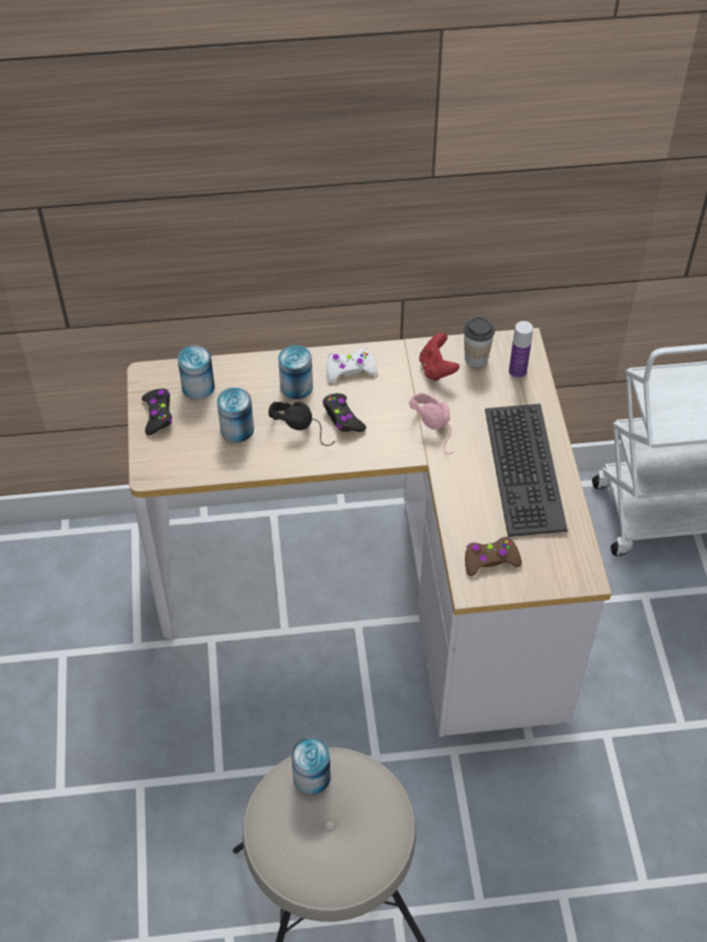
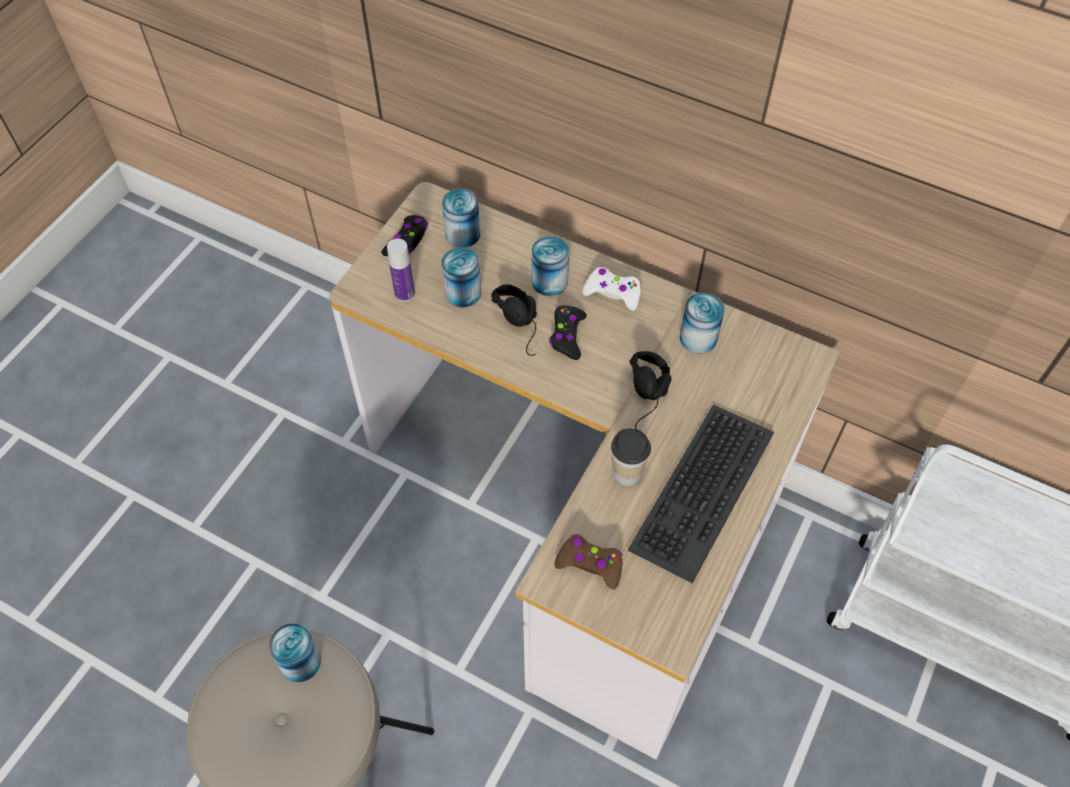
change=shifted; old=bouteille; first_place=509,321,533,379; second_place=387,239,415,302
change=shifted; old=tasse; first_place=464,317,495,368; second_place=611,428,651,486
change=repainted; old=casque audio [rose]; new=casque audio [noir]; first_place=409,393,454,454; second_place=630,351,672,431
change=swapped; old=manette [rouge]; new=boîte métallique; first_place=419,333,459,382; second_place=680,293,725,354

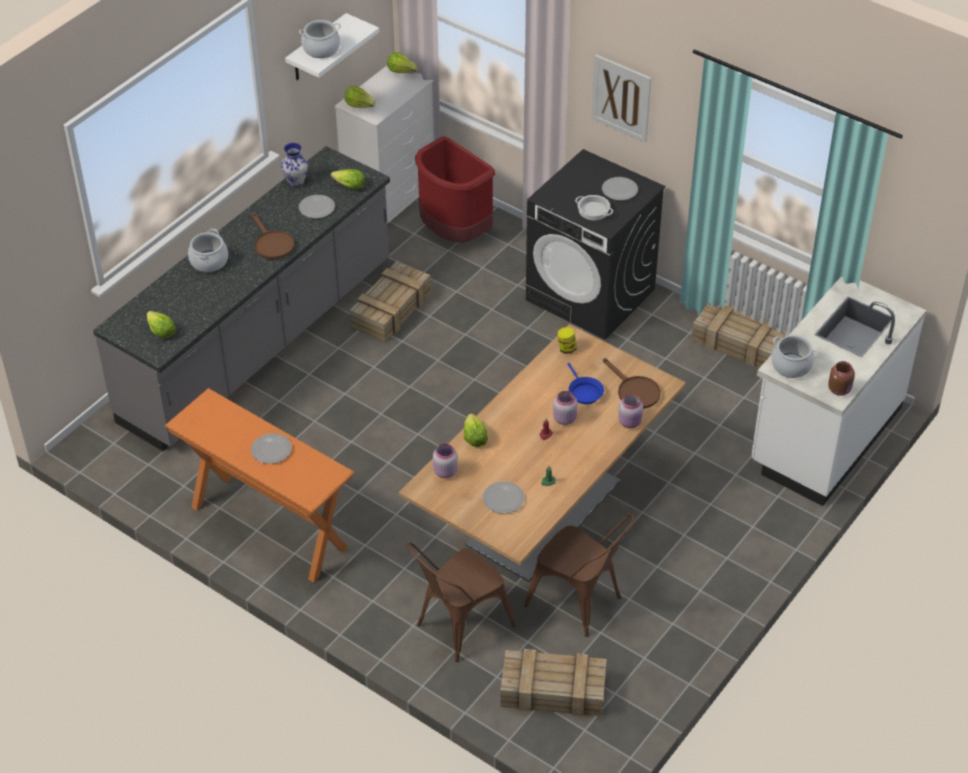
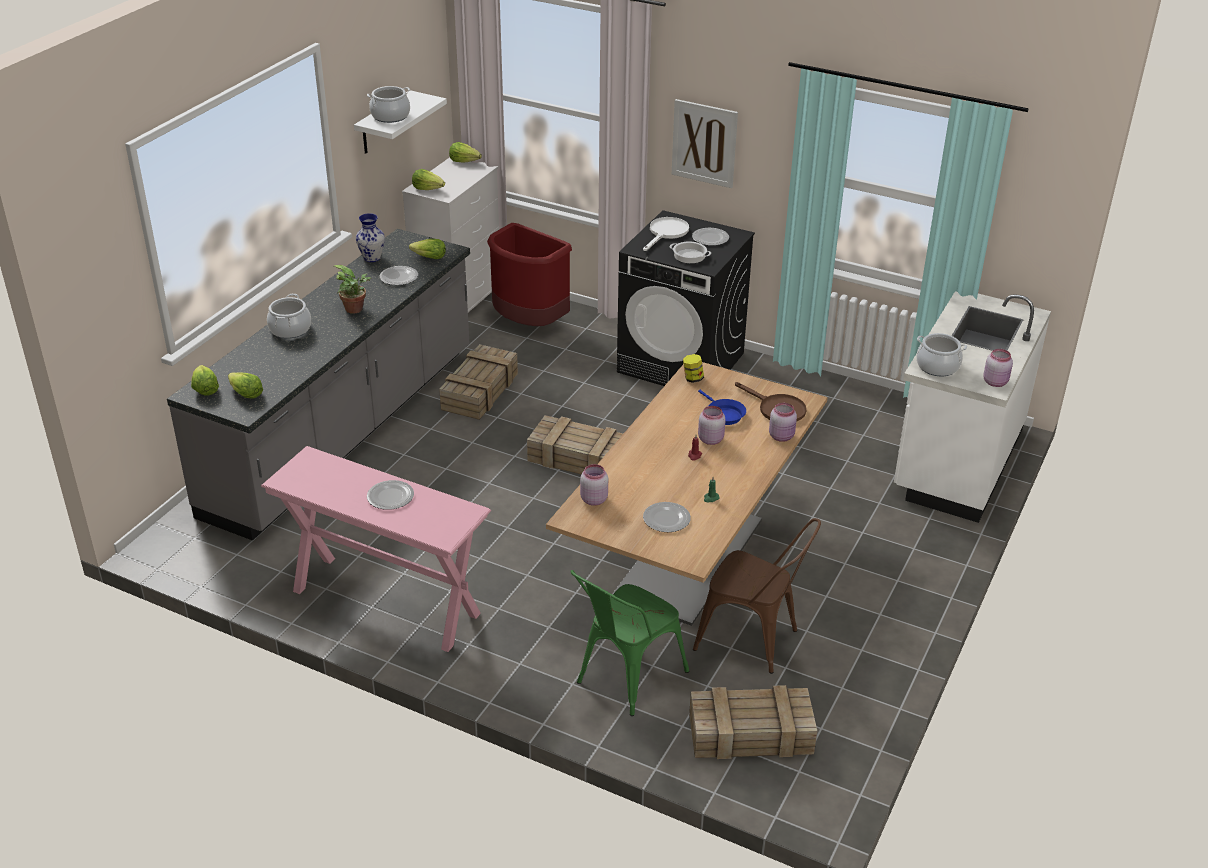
change=shifted; old=laitue; first_place=463,413,488,447; second_place=191,365,219,396
change=repainted; old=table console [orange]; new=table console [rose]; first_place=165,388,355,583; second_place=261,446,491,652
change=swapped; old=poêle [marron]; new=plante en pot; first_place=251,212,294,259; second_place=334,265,371,314
change=shifted; old=caisse; first_place=691,301,786,367; second_place=527,415,623,474
change=repainted; old=chaise [marron]; new=chaise [vert]; first_place=407,542,516,662; second_place=570,570,689,716
change=new; new=poêle [blanc]; second_place=643,217,689,251
change=repainted; old=bocal [marron]; new=bocal [rose]; first_place=828,361,855,396; second_place=983,349,1013,387

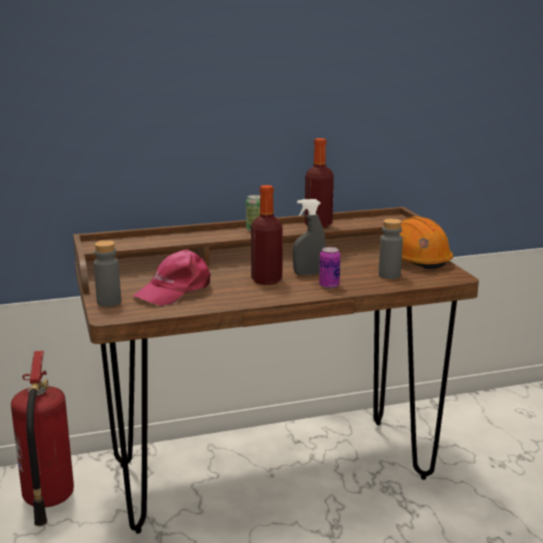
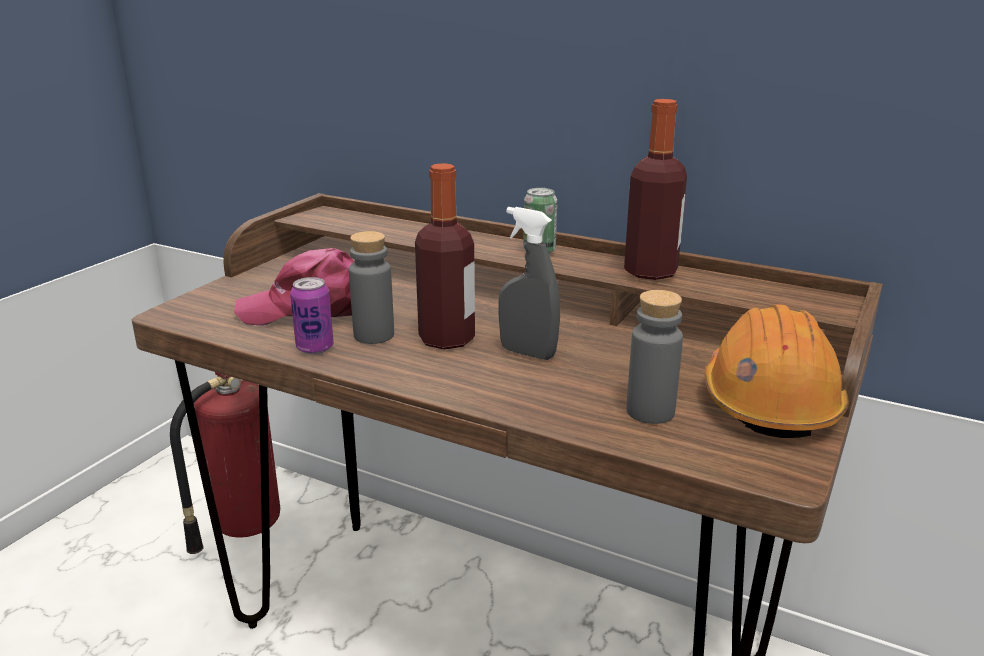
change=shifted; old=boîte métallique; first_place=319,247,340,289; second_place=290,277,334,354
change=shifted; old=bouteille [gris]; first_place=94,240,121,307; second_place=349,231,394,344

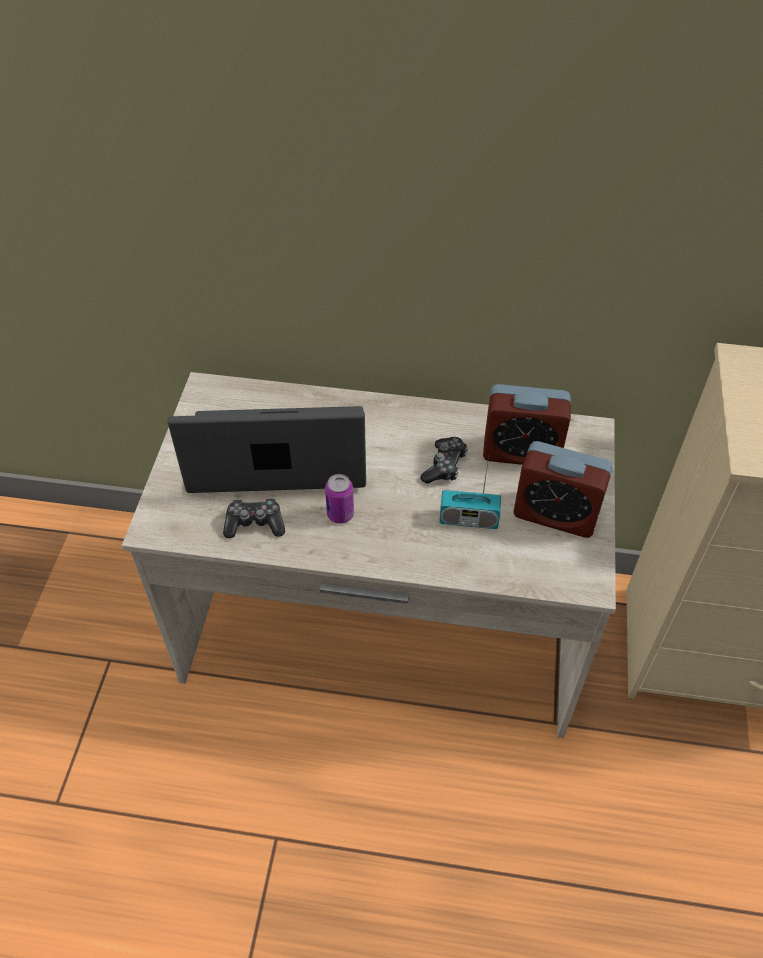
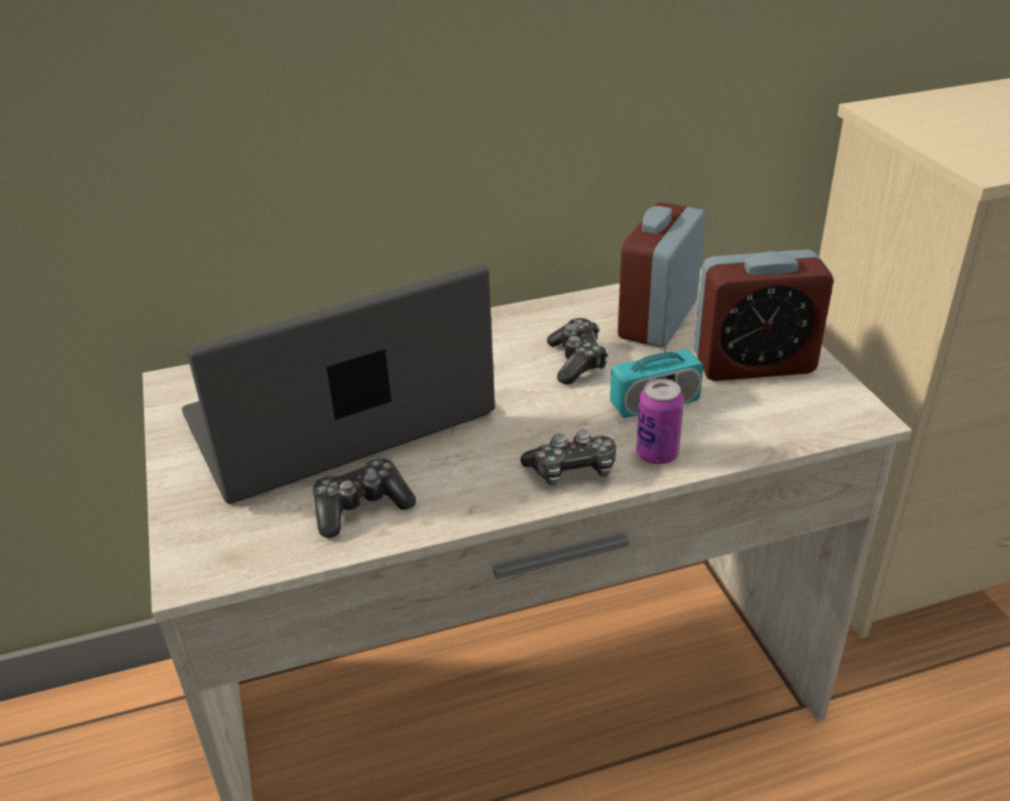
change=new; new=manette; second_place=520,430,616,486
change=rotated; old=réveil; first_place=483,384,571,465; second_place=618,202,705,348; degrees=135
change=shifted; old=boîte métallique; first_place=325,474,354,524; second_place=636,379,684,464

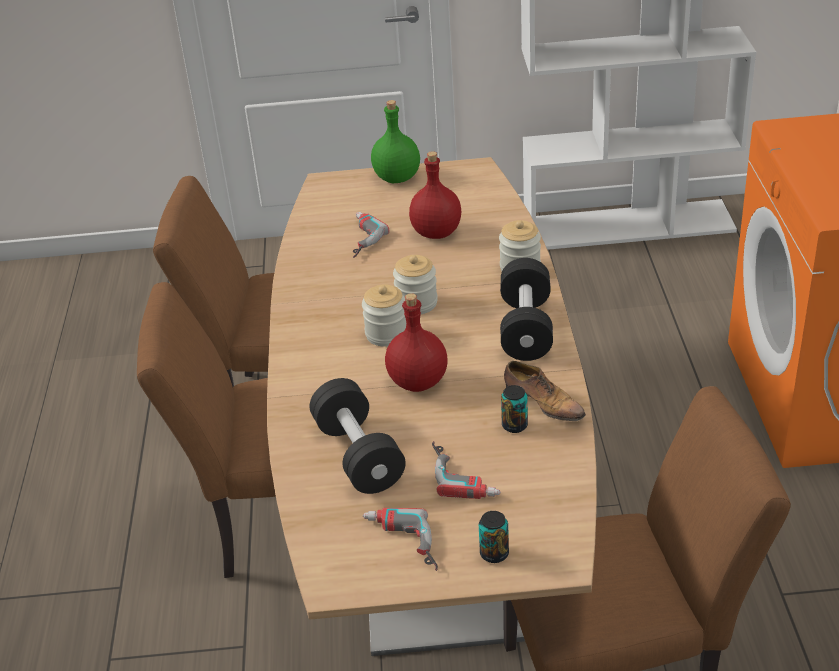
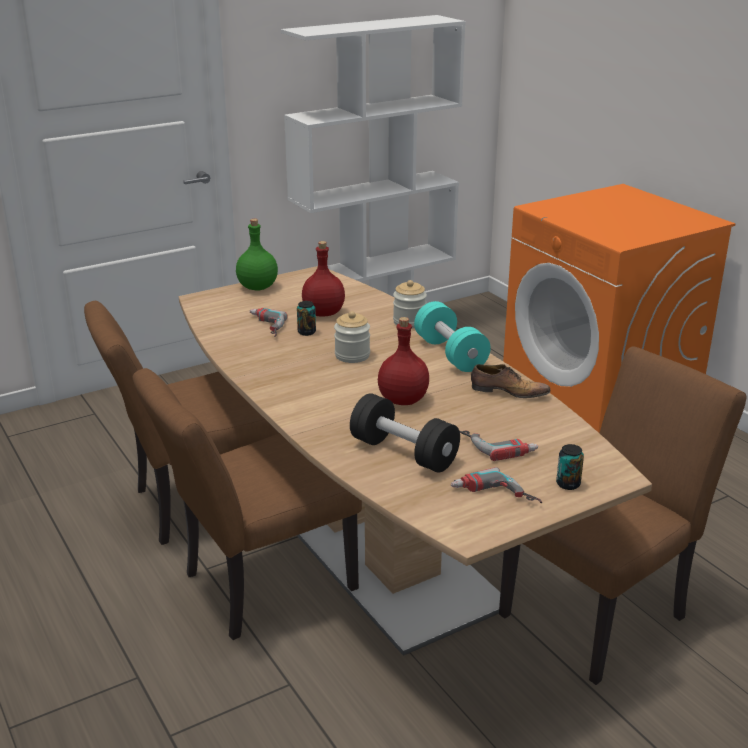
change=shifted; old=boîte métallique; first_place=501,385,528,433; second_place=297,301,316,336
change=repainted; old=haltère [noir]; new=haltère [turquoise]; first_place=500,258,553,361; second_place=414,301,491,372
change=gone; old=bocal; first_place=362,284,406,347

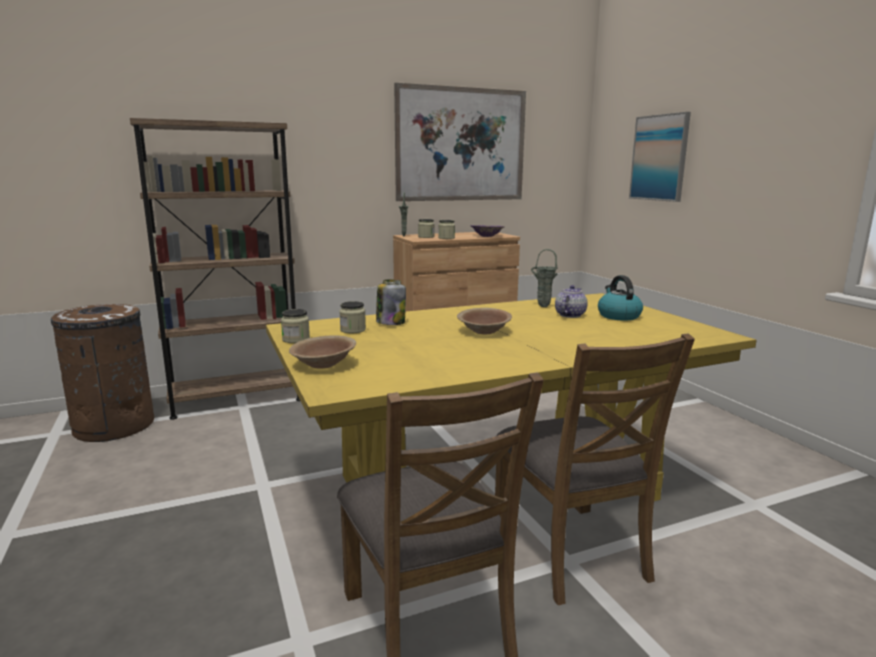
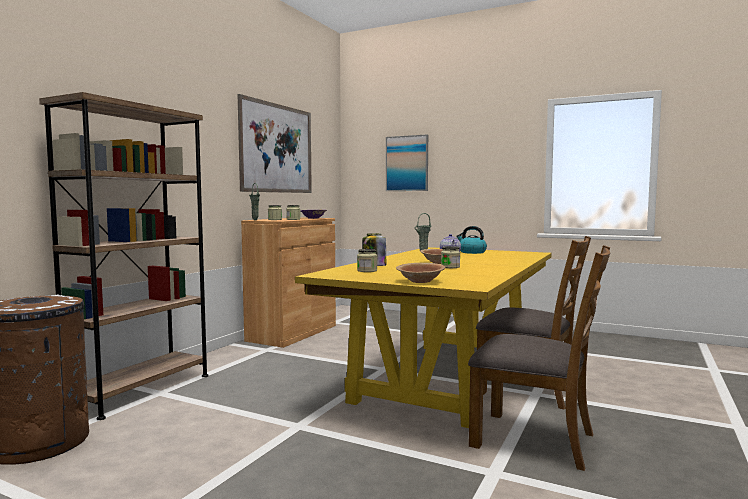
change=shifted; old=bocal; first_place=281,309,310,343; second_place=441,246,460,268

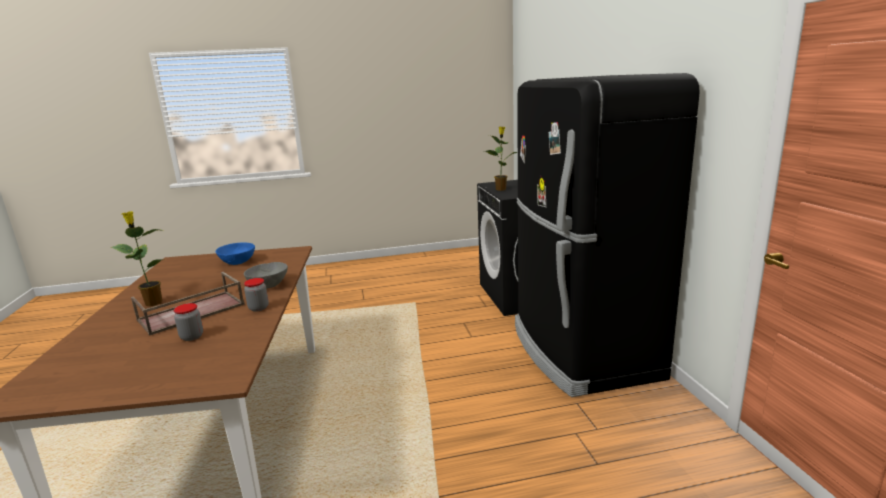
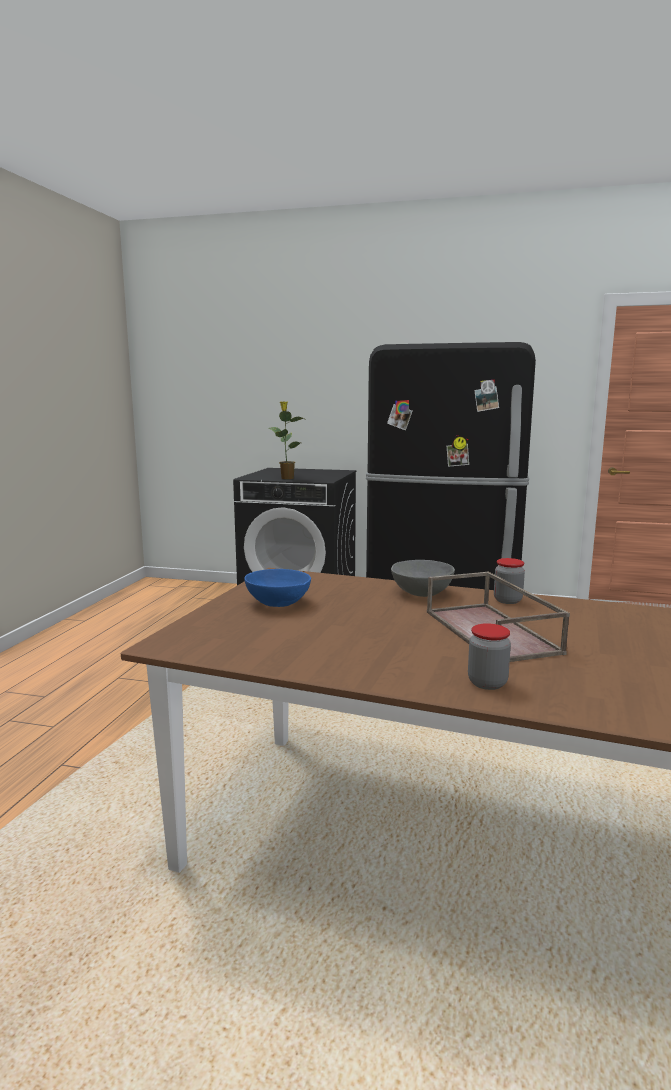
change=shifted; old=bocal; first_place=174,303,203,341; second_place=468,623,511,690
change=gone; old=plante en pot; first_place=111,211,166,306

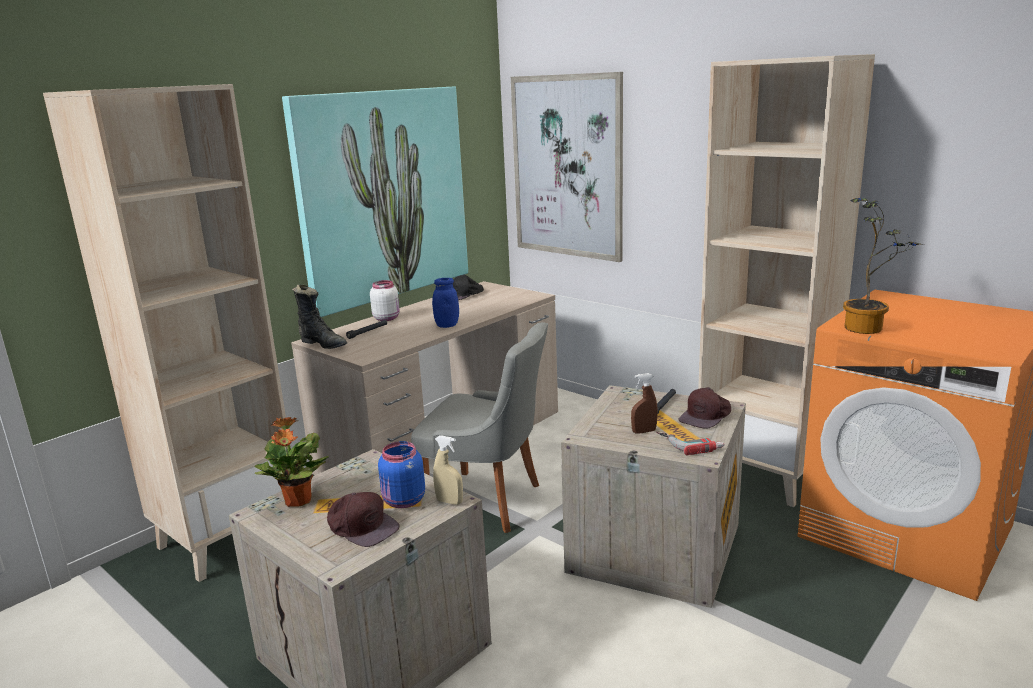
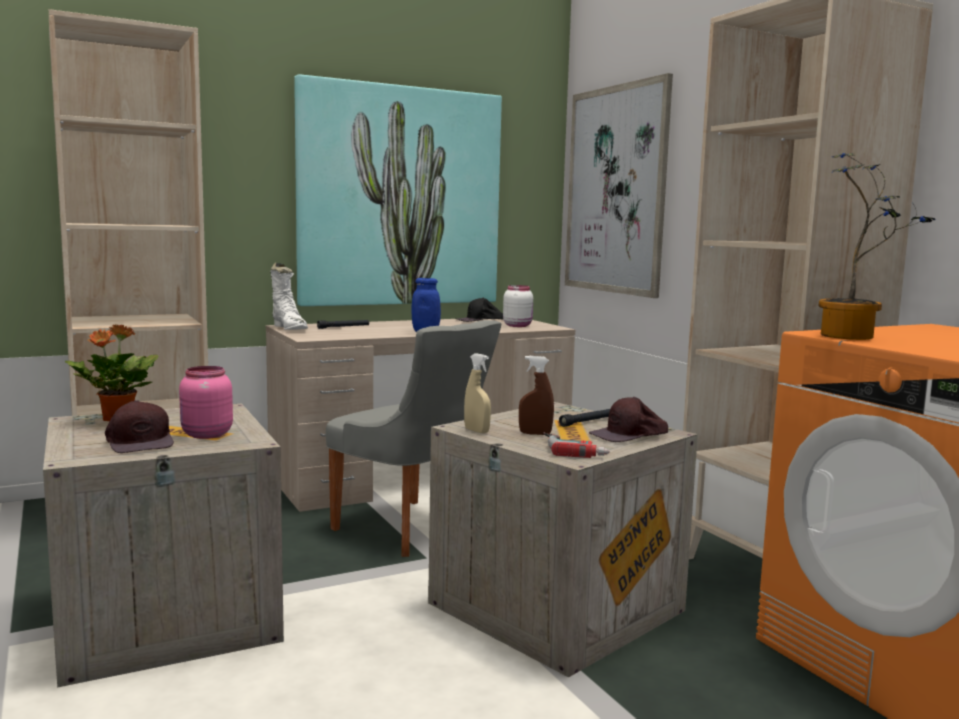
change=repainted; old=bocal [bleu]; new=bocal [rose]; first_place=378,441,425,508; second_place=179,366,233,439
change=repainted; old=botte [noir]; new=botte [blanc]; first_place=292,284,347,349; second_place=270,262,308,330
change=shifted; old=vaporisateur [beige]; first_place=433,435,463,505; second_place=464,353,491,433
change=shifted; old=bocal [blanc]; first_place=370,280,400,321; second_place=503,285,533,327

